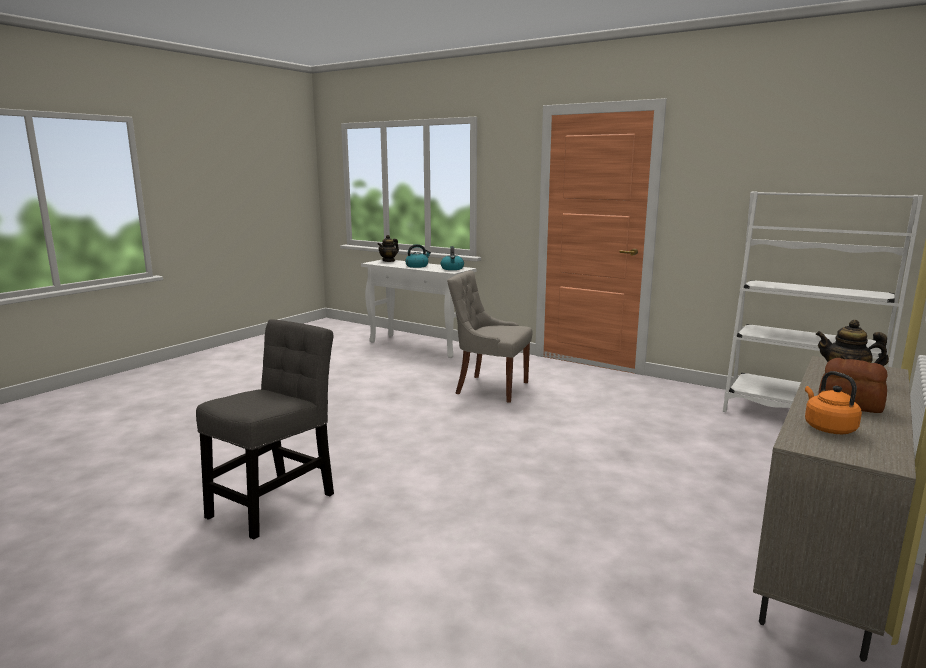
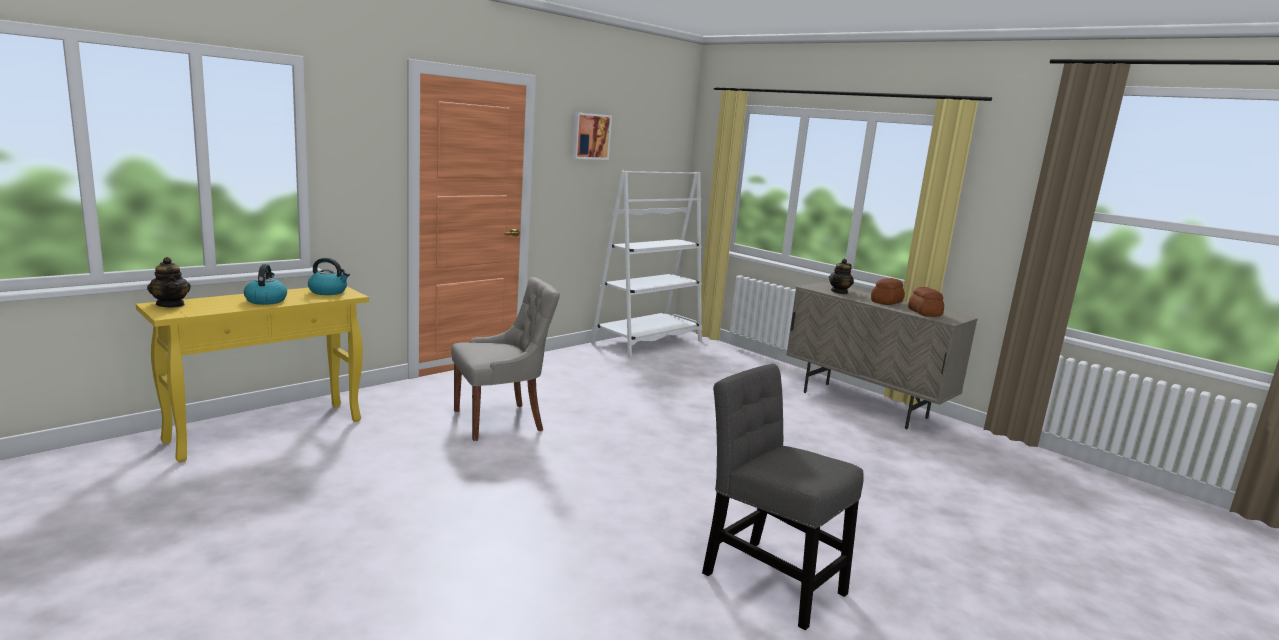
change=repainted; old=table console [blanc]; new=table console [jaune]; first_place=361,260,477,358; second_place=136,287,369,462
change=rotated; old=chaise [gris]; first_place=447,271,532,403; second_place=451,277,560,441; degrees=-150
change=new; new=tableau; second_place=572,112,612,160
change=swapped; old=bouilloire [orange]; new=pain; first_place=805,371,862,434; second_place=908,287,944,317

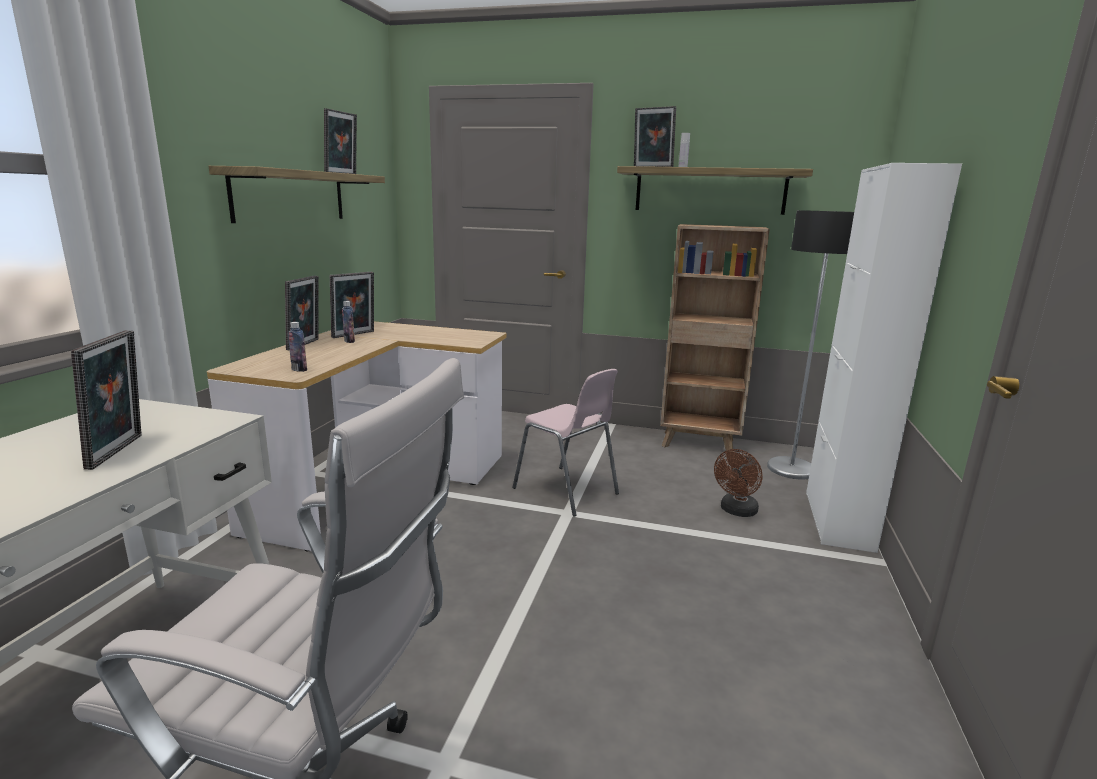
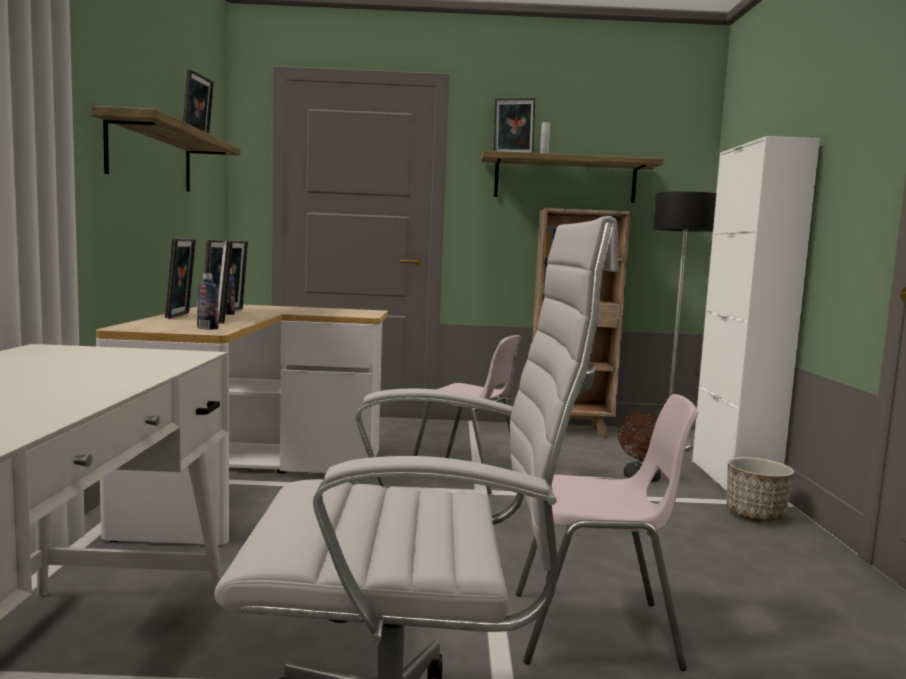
change=shifted; old=cadre photo; first_place=71,330,141,470; second_place=218,240,233,324
change=new; new=chaise [rose]; second_place=516,394,699,671
change=new; new=cache-pot; second_place=727,457,794,522

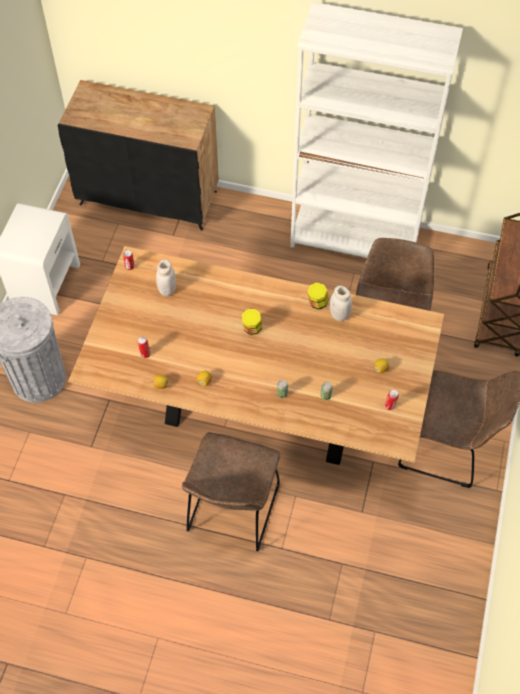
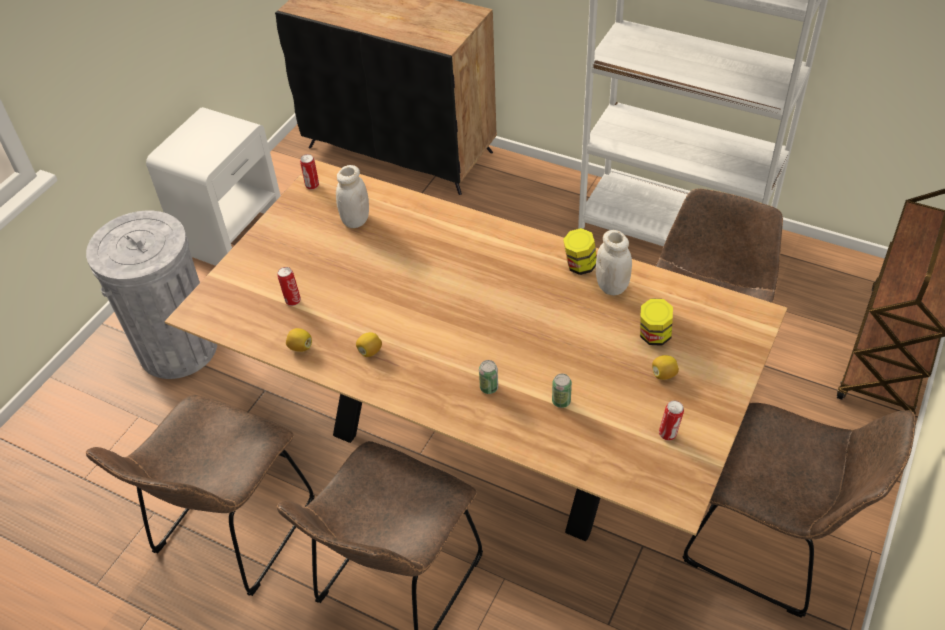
change=new; new=chaise [marron]; second_place=86,395,315,596
change=shifted; old=bocal; first_place=242,309,262,335; second_place=640,298,673,346

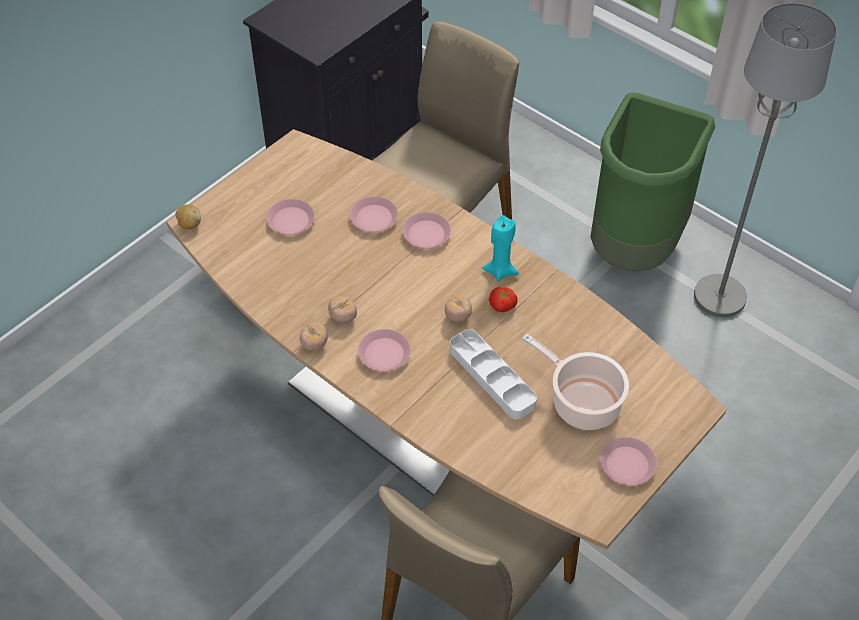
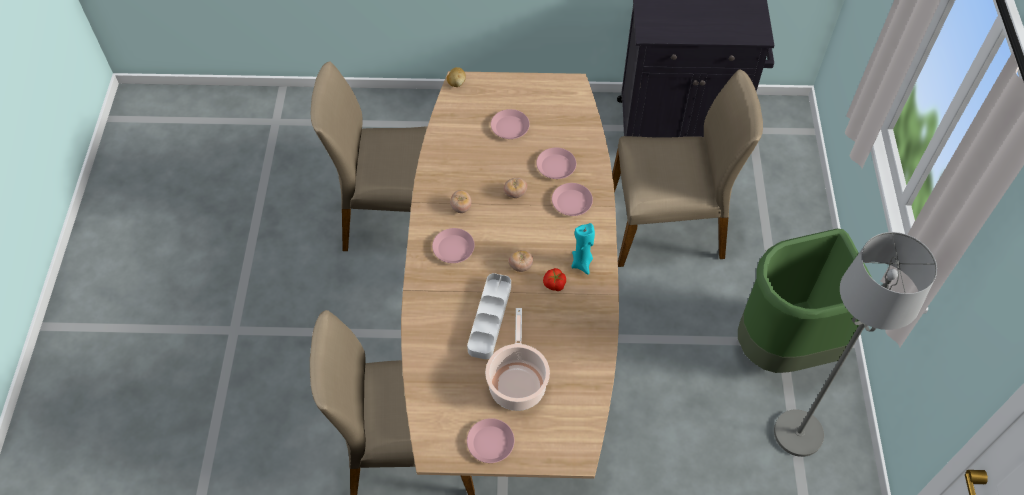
change=new; new=chaise [beige]; second_place=311,61,428,251
change=shifted; old=tomate; first_place=300,322,328,351; second_place=504,178,527,198

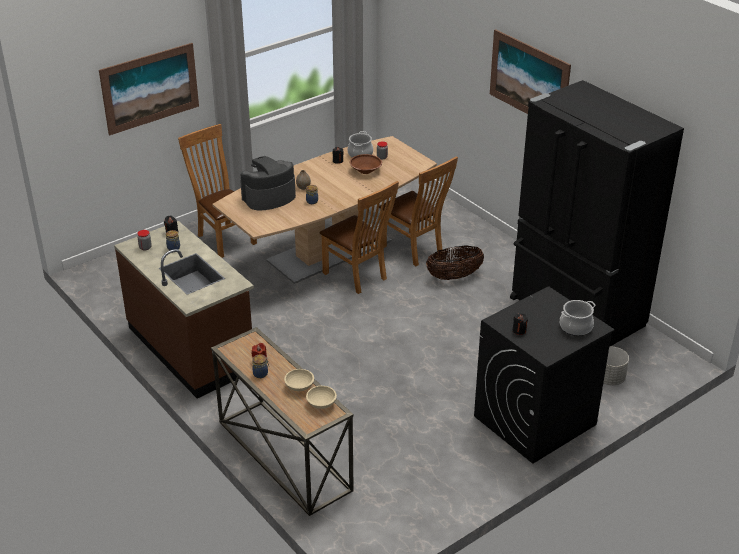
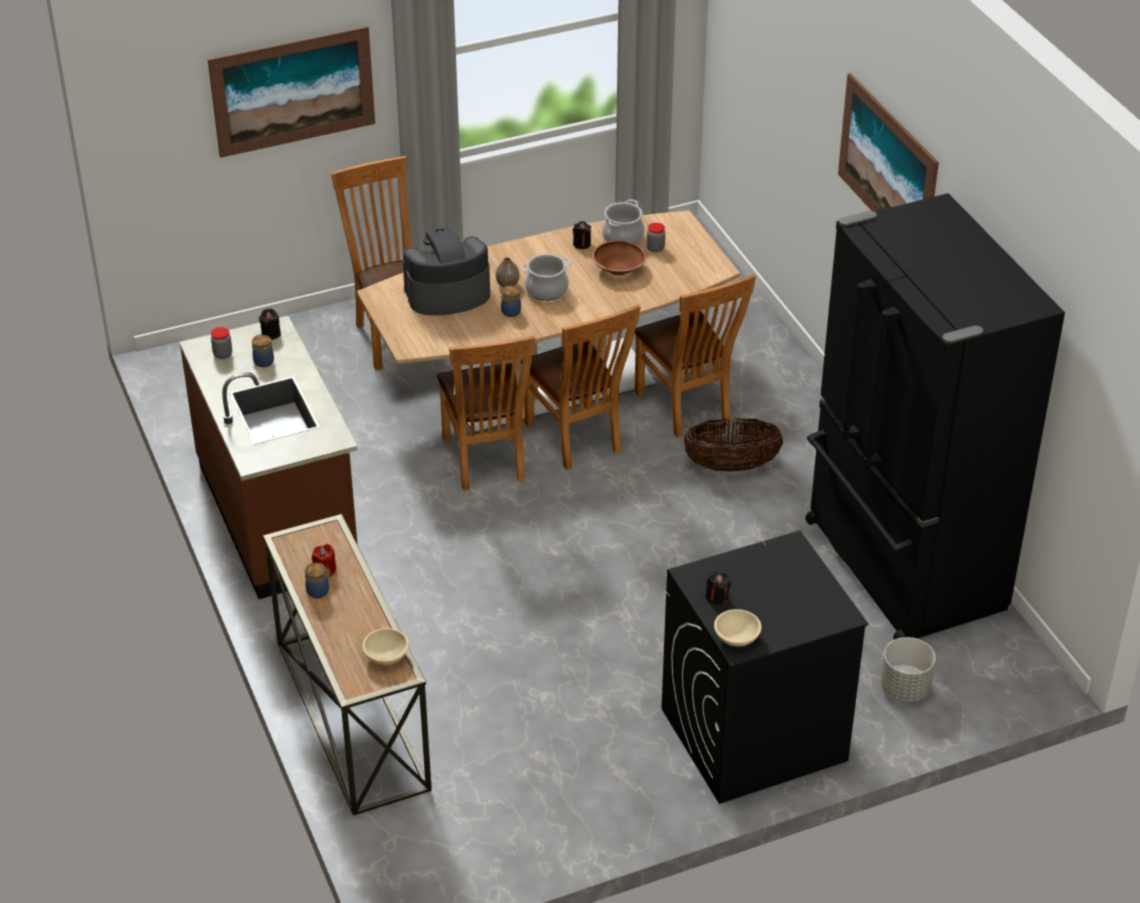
change=new; new=chaise [marron]; second_place=437,335,535,490
change=shifted; old=marmite; first_place=560,300,596,336; second_place=521,254,572,301
change=shifted; old=bol [beige]; first_place=284,369,314,391; second_place=714,609,762,646

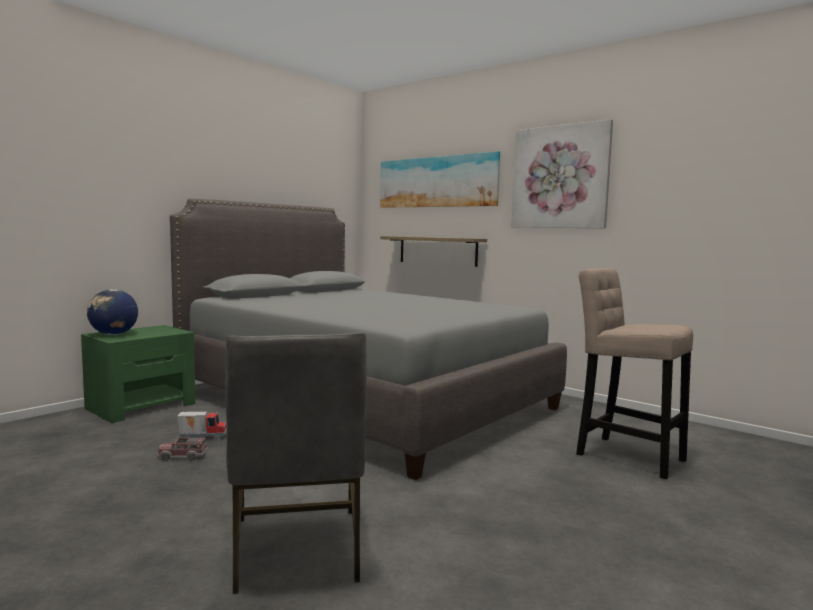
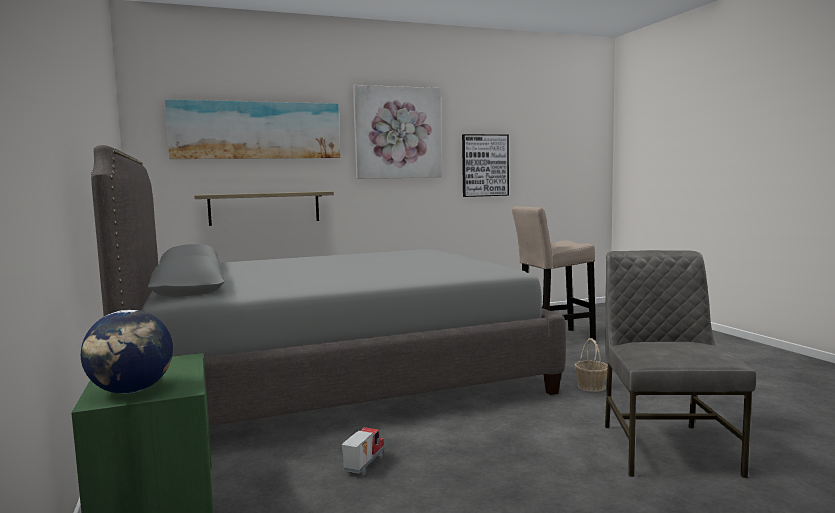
change=new; new=tableau; second_place=462,134,509,197
change=new; new=panier; second_place=574,338,608,392
change=rotated; old=chaise [gris]; first_place=225,332,367,594; second_place=605,250,756,478; degrees=-105
change=gone; old=camion jouet; first_place=157,436,208,461

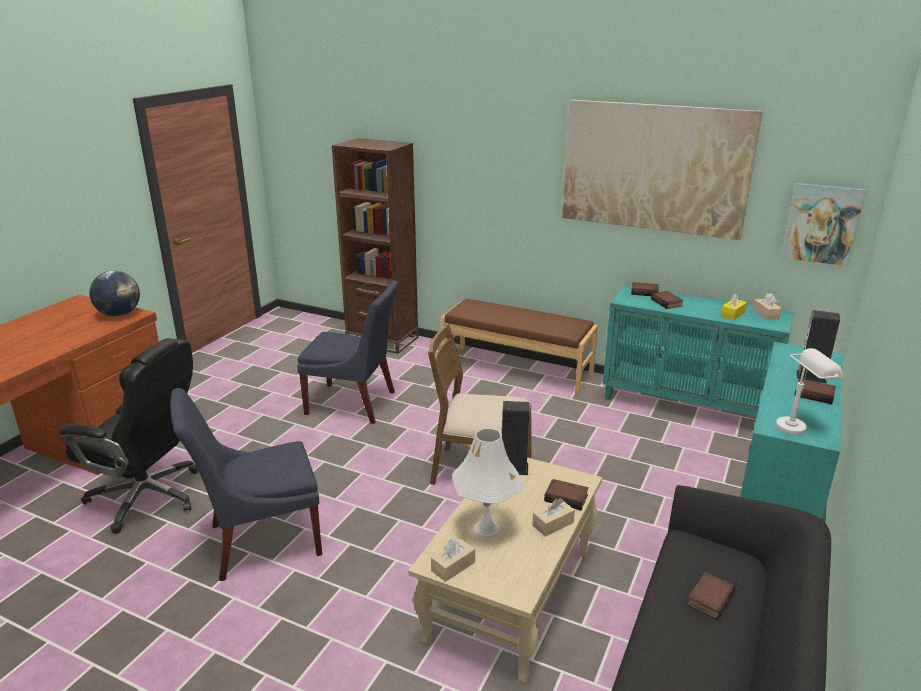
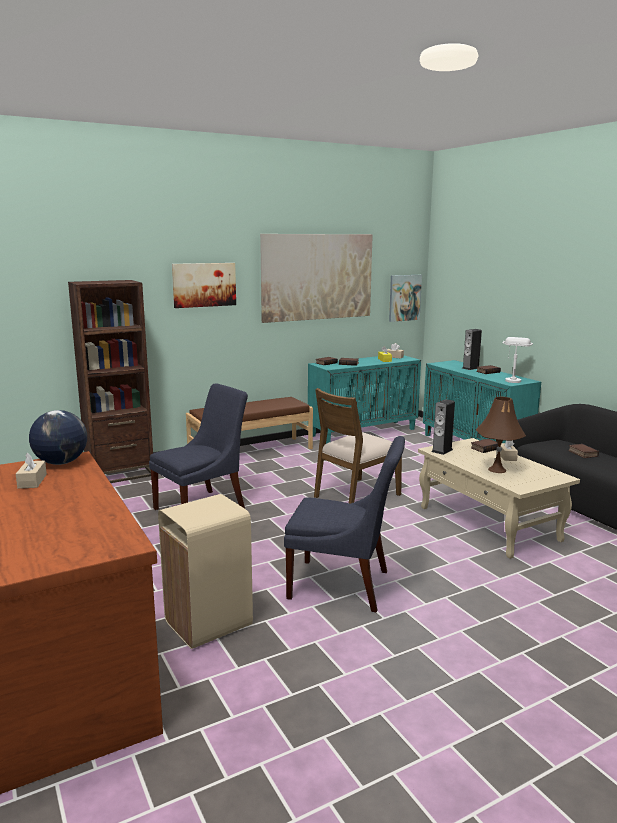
change=shifted; old=boîte à mouchoirs [beige]; first_place=431,537,475,582; second_place=16,452,47,489
change=swapped; old=chaise de bureau [noir]; new=poubelle [beige]; first_place=58,338,198,534; second_place=158,494,253,649
change=new; new=tableau; second_place=172,263,236,308
change=rotated; old=chaise [bleu]; first_place=170,388,322,581; second_place=284,436,405,612; degrees=-90
change=repainted; old=lampe de table [blanc]; new=lampe de table [marron]; first_place=452,428,524,538; second_place=476,397,526,473

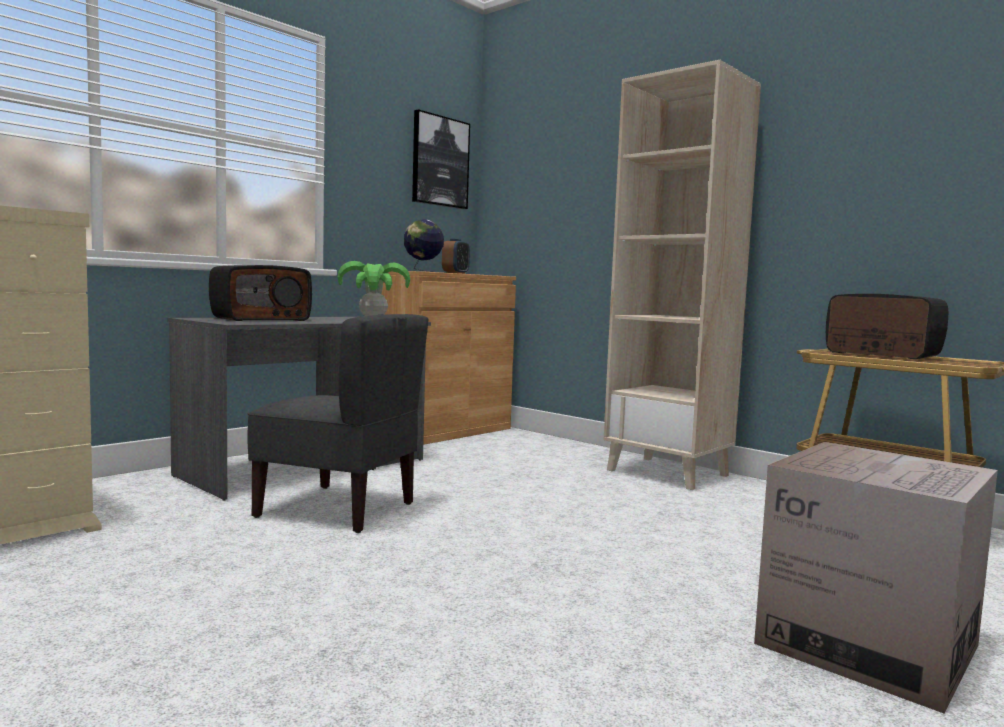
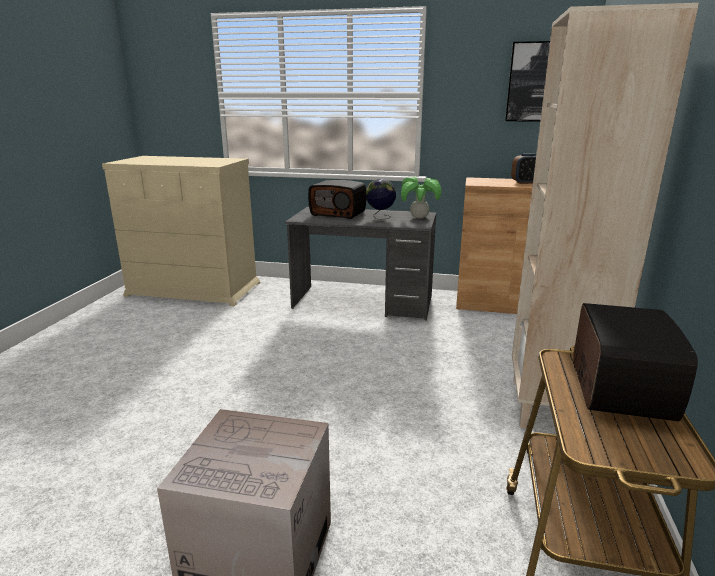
change=shifted; old=globe; first_place=404,219,444,272; second_place=366,179,396,219
change=gone; old=chaise [gris]; first_place=247,314,428,533

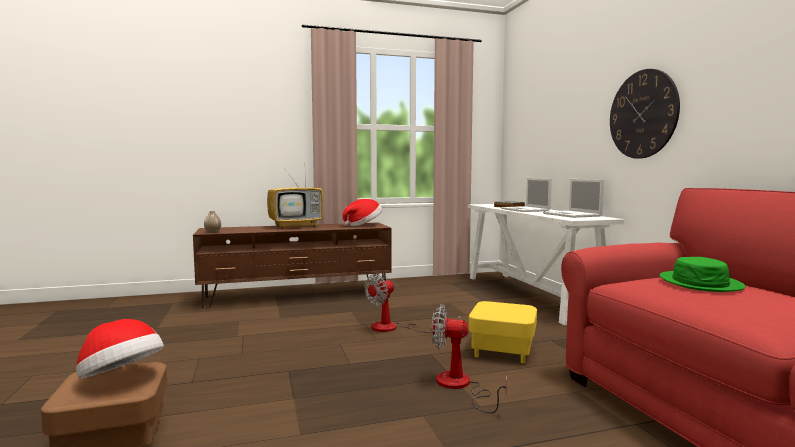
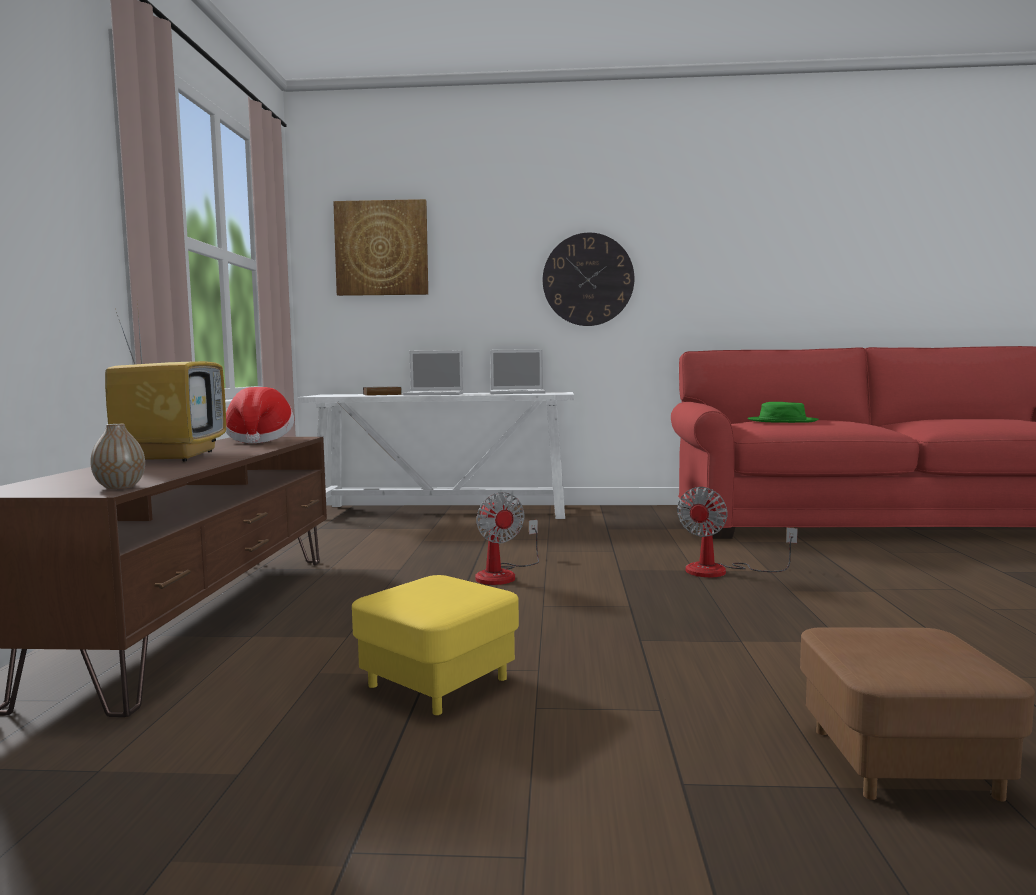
change=new; new=tableau; second_place=333,199,428,296
change=shifted; old=pouf [jaune]; first_place=469,301,537,364; second_place=352,575,519,715
change=gone; old=chapeau; first_place=76,319,164,379

